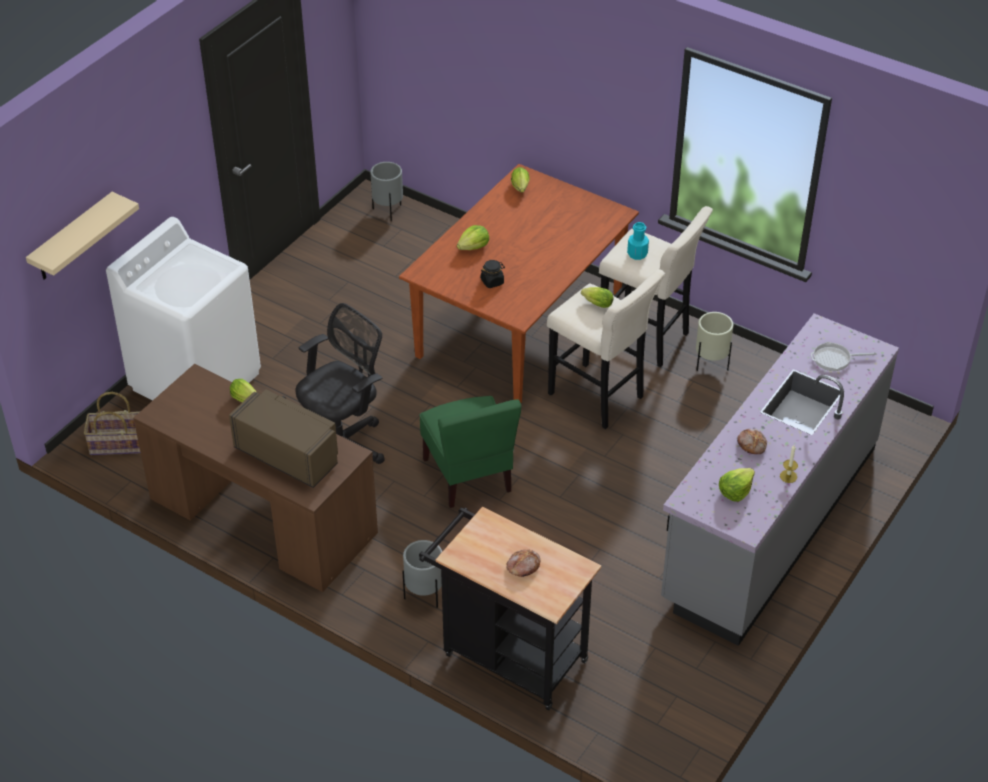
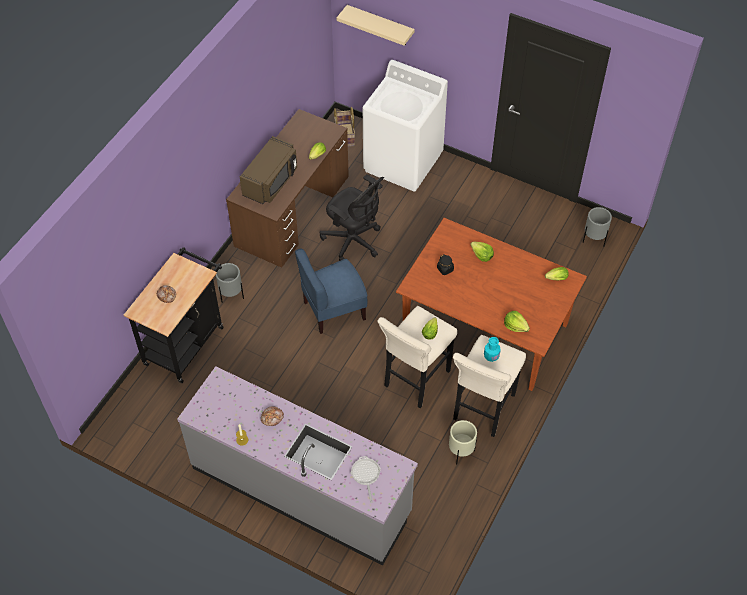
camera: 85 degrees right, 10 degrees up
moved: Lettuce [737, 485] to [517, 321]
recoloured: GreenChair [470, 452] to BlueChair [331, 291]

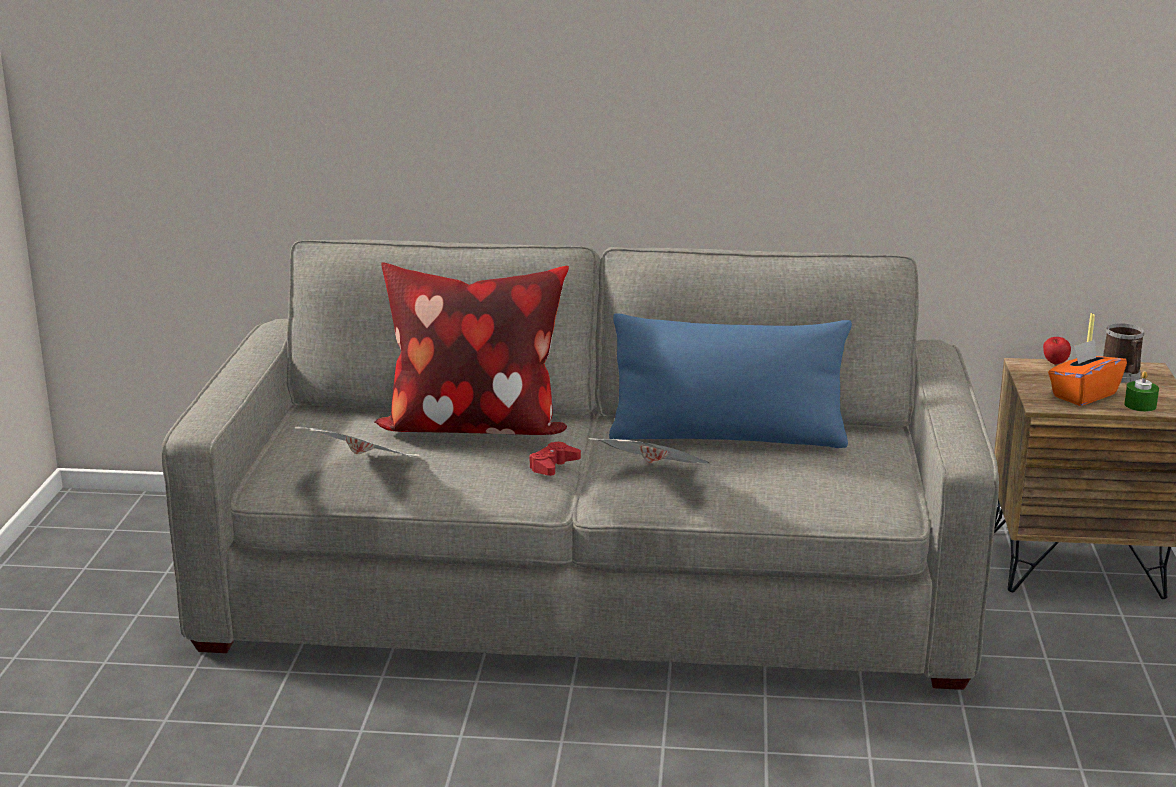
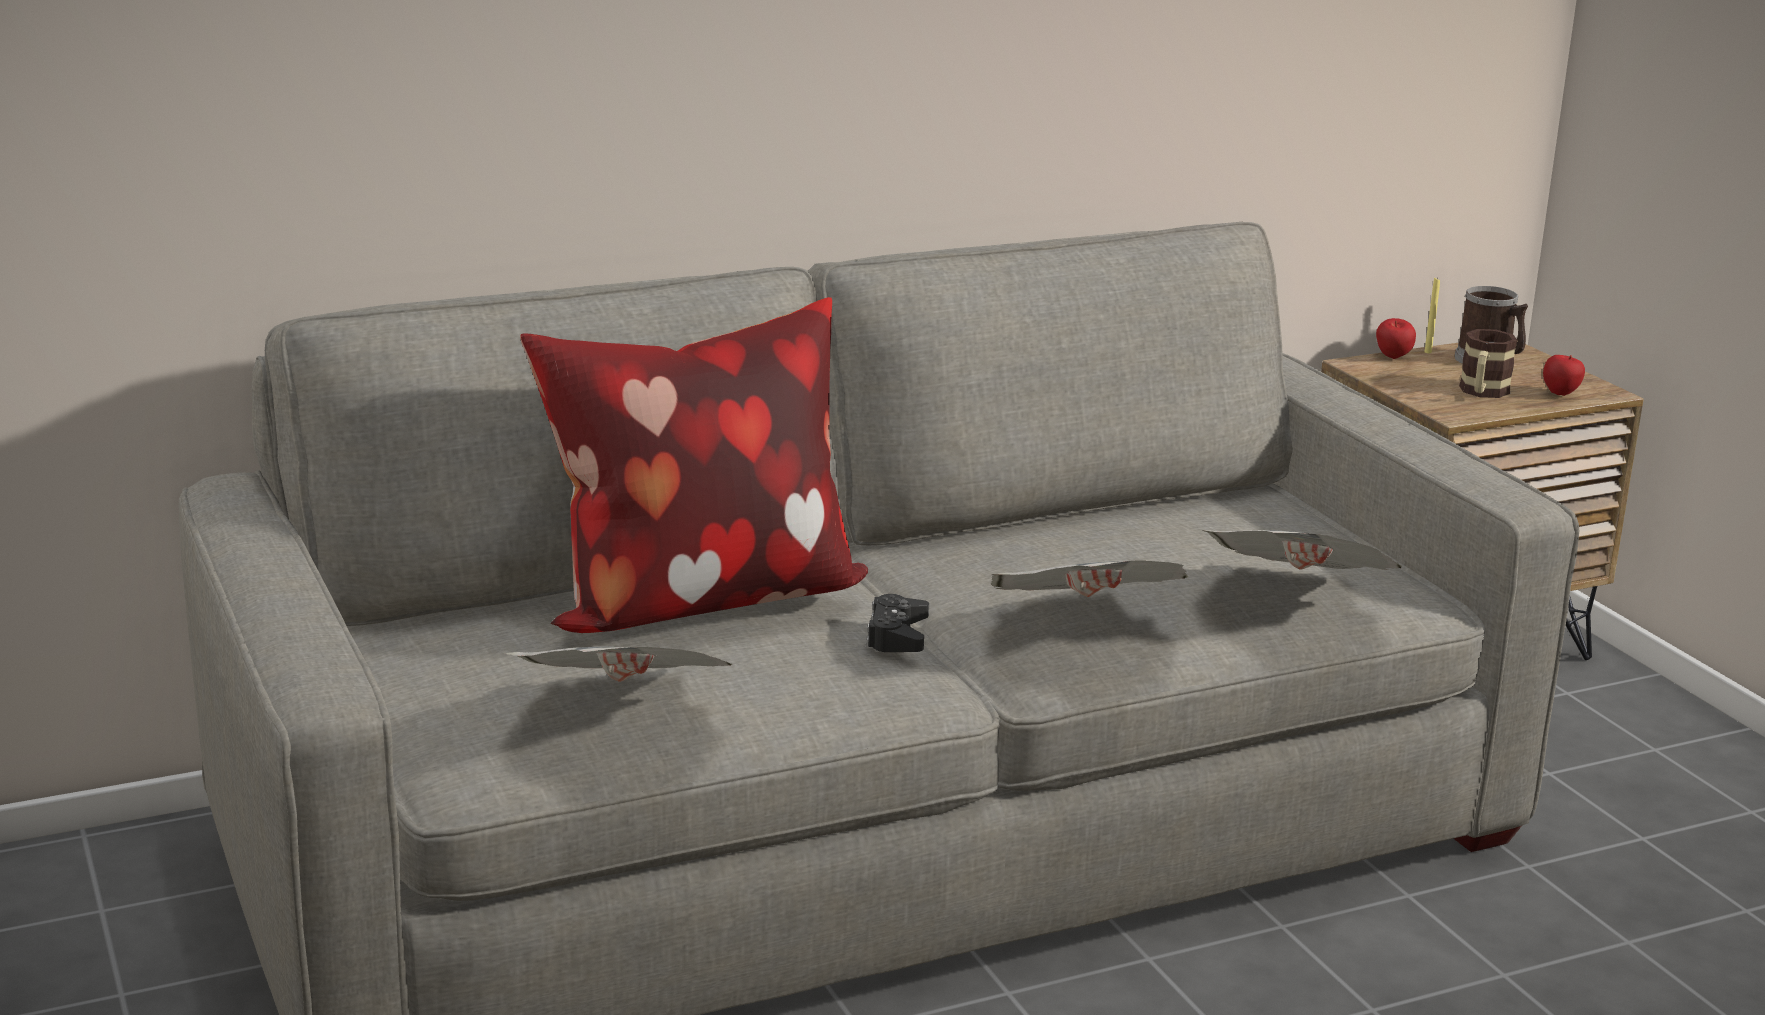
camera: 30 degrees left, 0 degrees up
removed: BluePillow [730, 380]
added: Newspaper [1302, 550]
replaced: OrangeTissueBox [1087, 372] to Mug [1488, 363]; GreenCandle [1141, 391] to Apple [1564, 375]
recoloured: RedGameController [555, 459] to BlackGameController [897, 623]

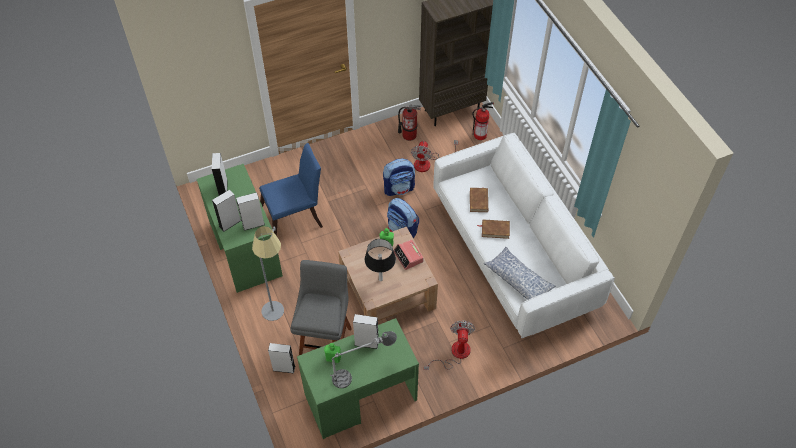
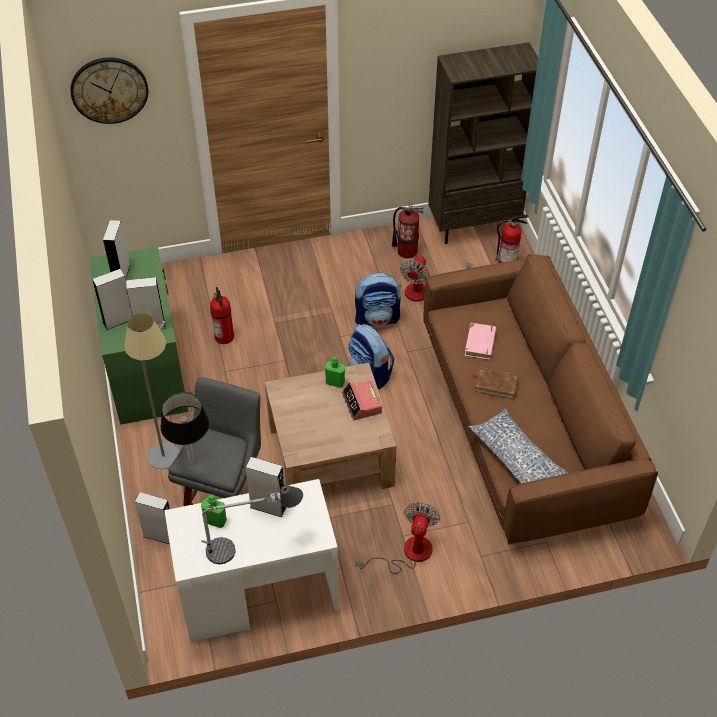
camera: 10 degrees right, 5 degrees down
added: WallClock [109, 90]
moved: BlackTableLamp [380, 260] to [185, 427]
replaced: BlueChair [291, 189] to FireExtinguisher [222, 315]
recoloured: GreenDesk [358, 378] to WhiteDesk [251, 561]; WhiteSofa [524, 235] to BrownSofa [540, 399]; BrownBook [479, 199] to PinkBook [480, 341]

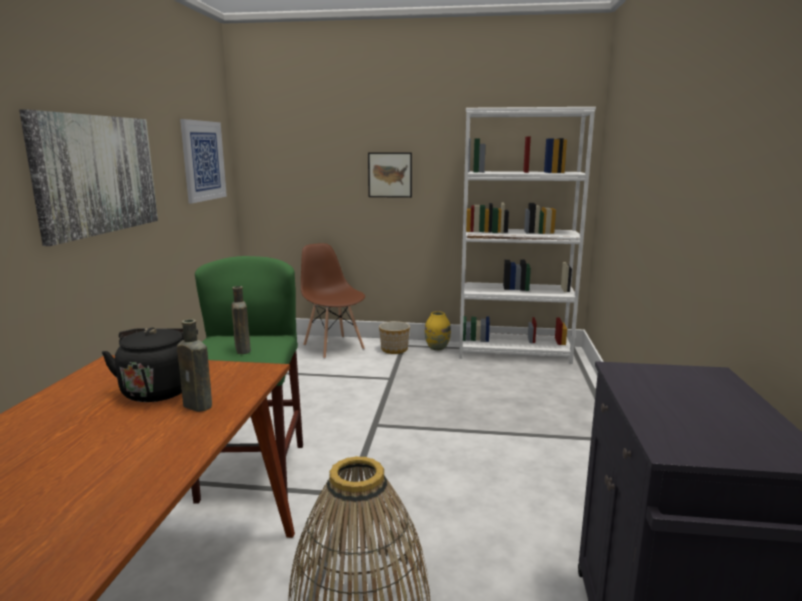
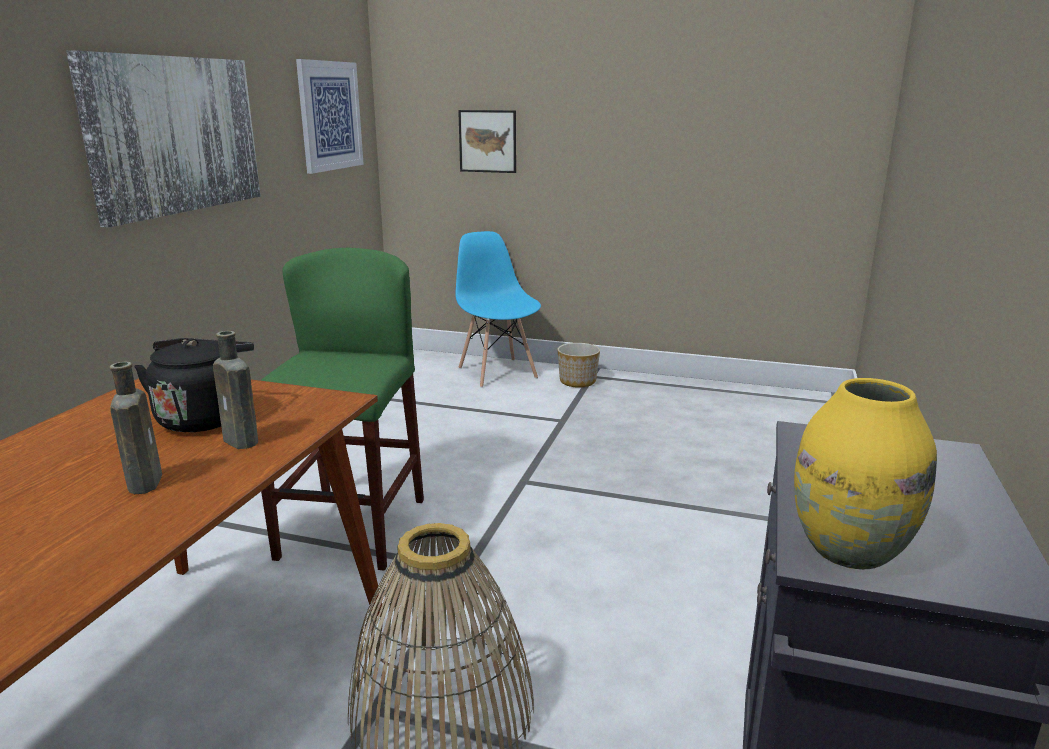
camera: 10 degrees right, 5 degrees up
removed: WhiteBookcase [527, 235]
moved: BrownBottle [241, 320] to [138, 428]; Picture [390, 175] to [487, 141]; YellowVase [438, 331] to [865, 474]
recoloured: BrownChair [333, 301] to BlueChair [498, 309]

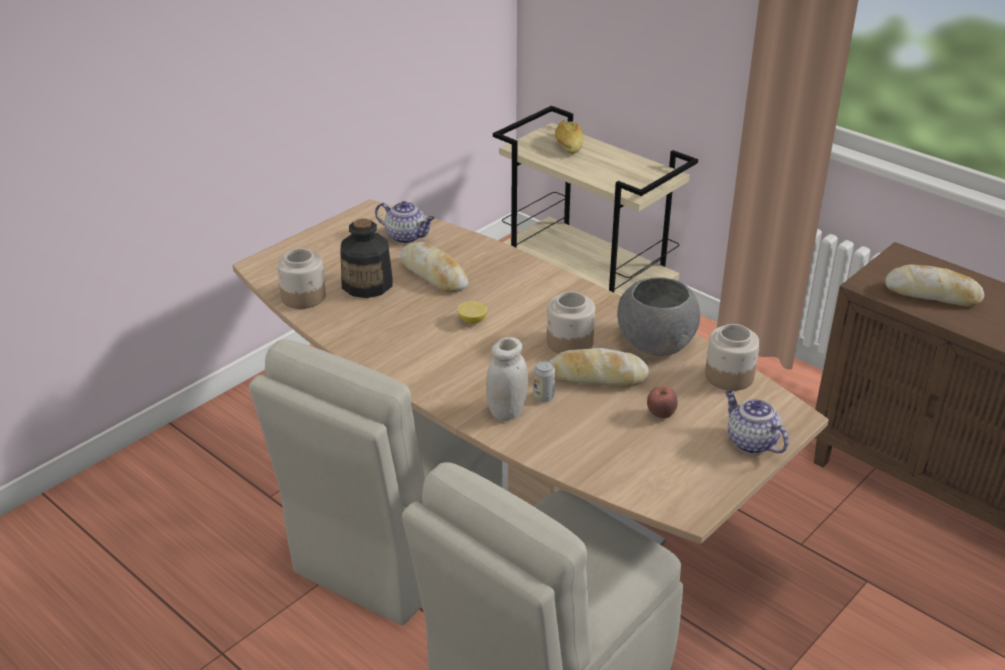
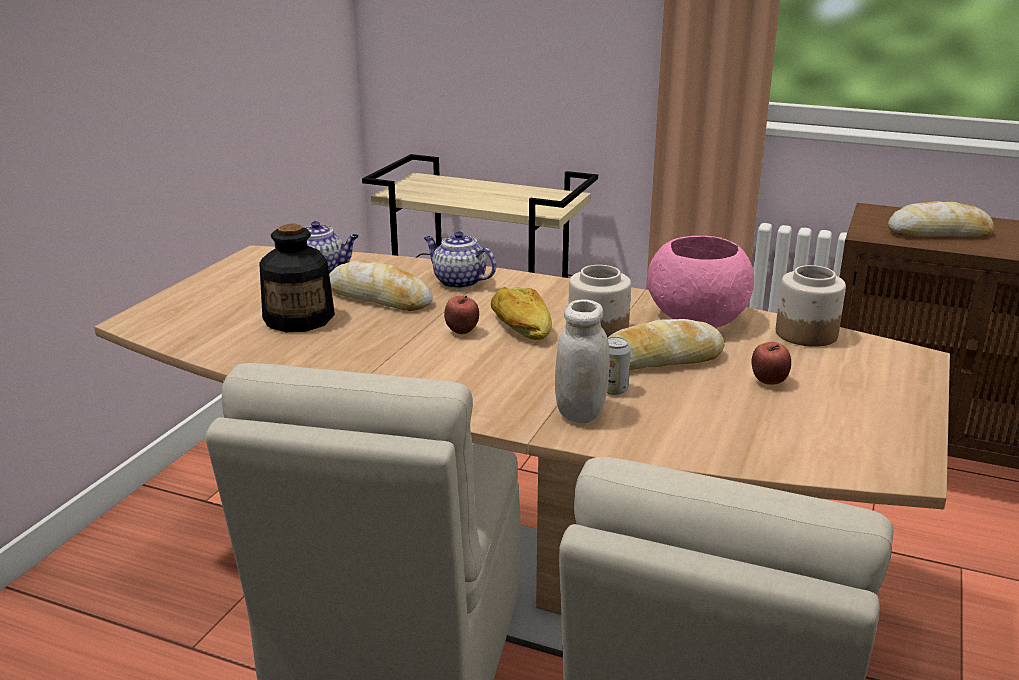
camera: 20 degrees left, 10 degrees down
removed: Jar [301, 278]
moved: Bread [569, 137] to [521, 313]; Teapot [757, 422] to [460, 260]
replaced: Lemon [472, 312] to Apple [461, 314]
recoloured: GreyBowl [659, 316] to PinkBowl [700, 282]

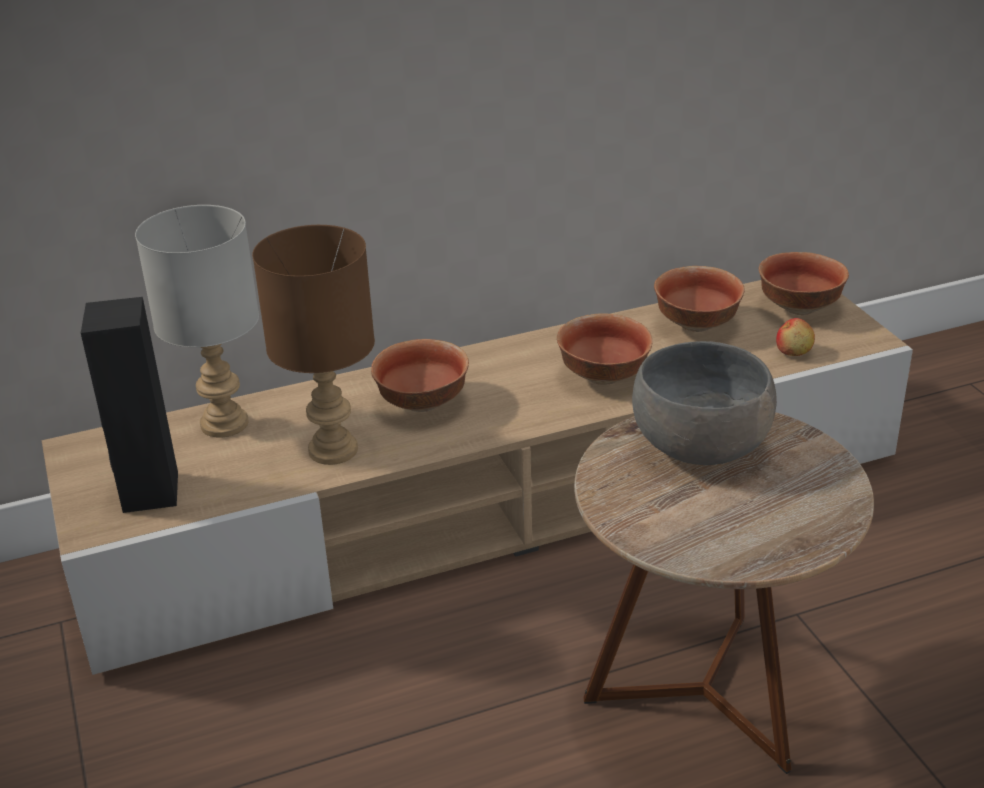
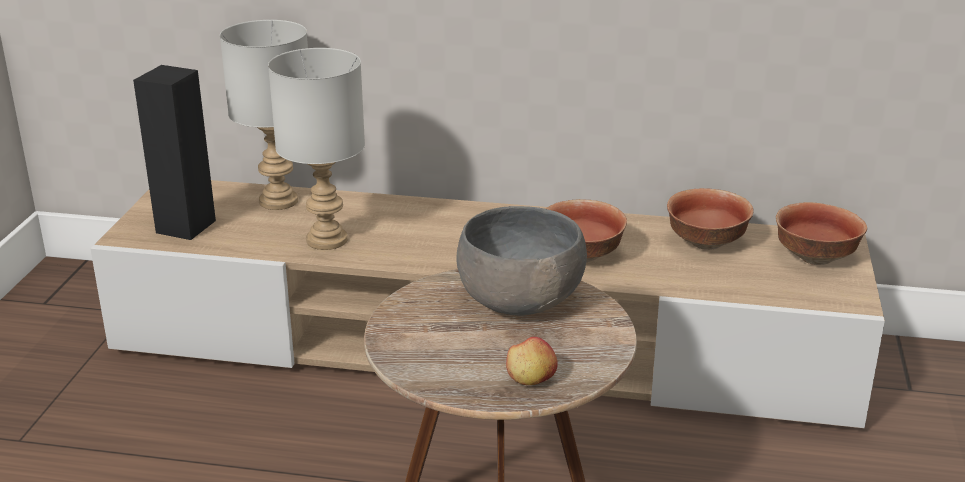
camera: 30 degrees right, 5 degrees down
removed: Bowl [420, 375]
moved: Apple [795, 337] to [532, 361]
recoloured: BrownTableLamp [313, 345] to GreyTableLamp [316, 149]

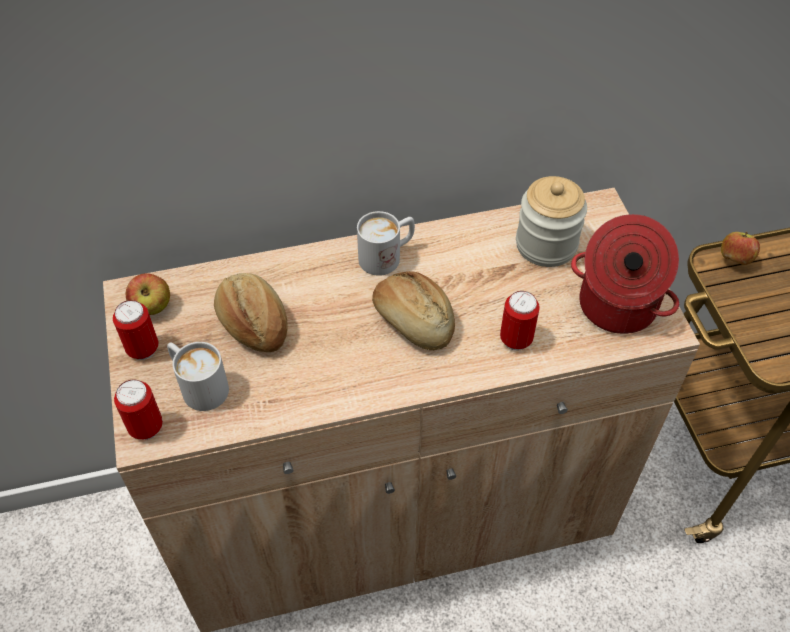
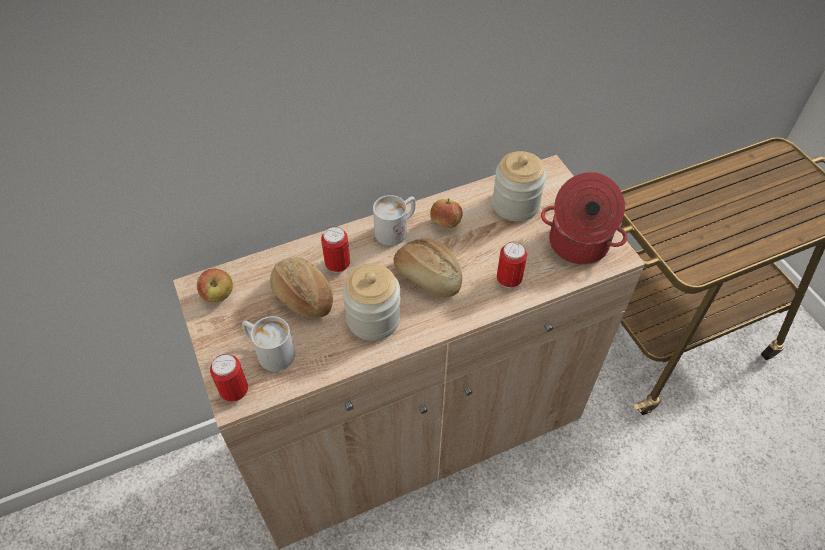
camera: 10 degrees left, 0 degrees up
added: Jar [372, 302]
moved: Can [136, 330] to [335, 249]; Apple [740, 248] to [446, 213]

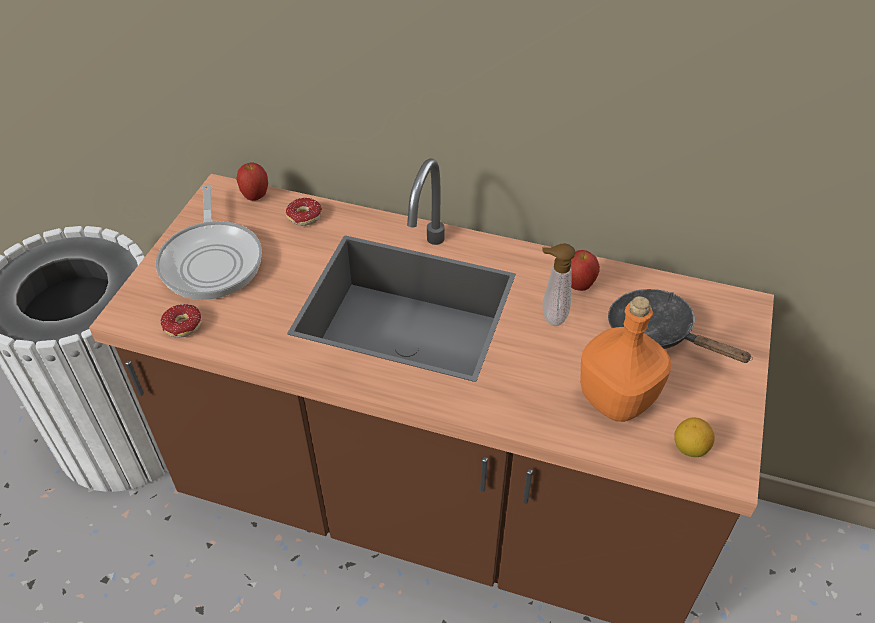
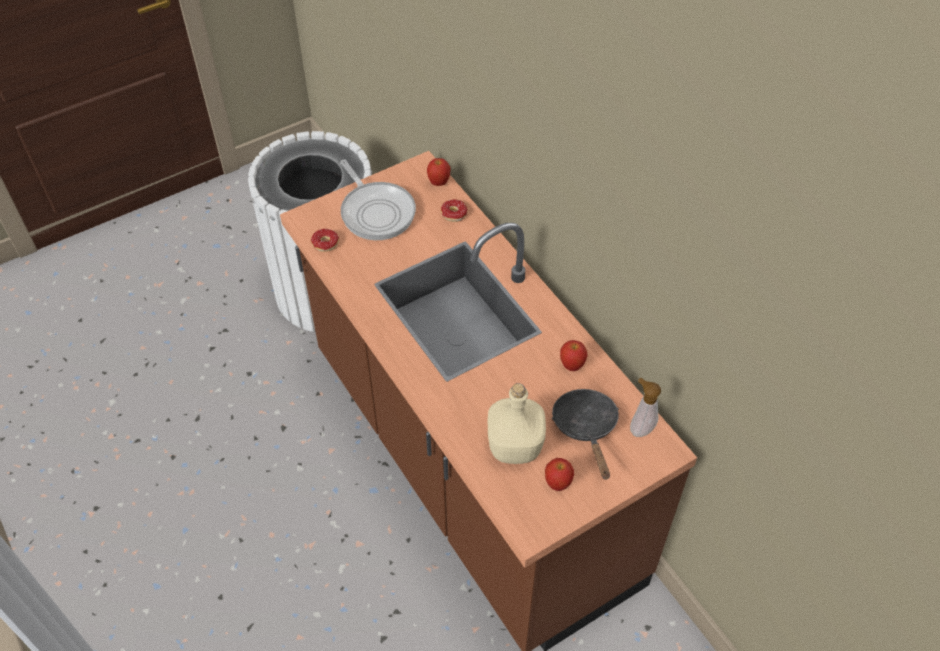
camera: 40 degrees right, 5 degrees up
removed: Lemon [694, 437]
added: Apple [559, 474]
moved: SoapDispenser [559, 284] to [645, 407]
recoloured: OrangeBottle [625, 359] to BeigeBottle [517, 423]
turned: FryingPan [209, 242] = [378, 200] 60 degrees counterclockwise

